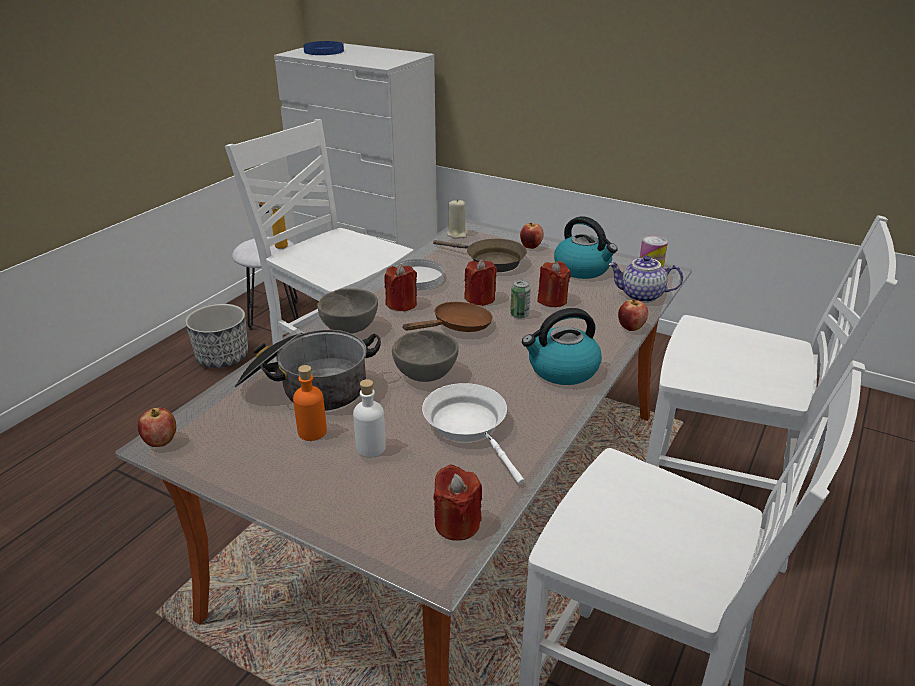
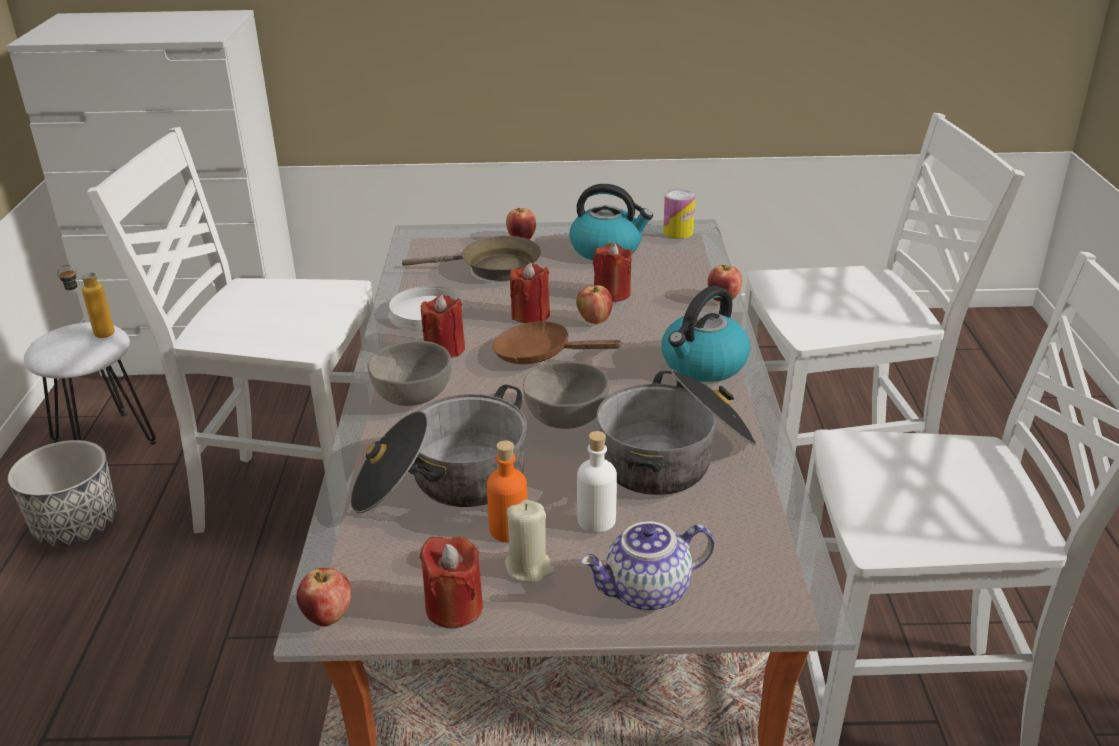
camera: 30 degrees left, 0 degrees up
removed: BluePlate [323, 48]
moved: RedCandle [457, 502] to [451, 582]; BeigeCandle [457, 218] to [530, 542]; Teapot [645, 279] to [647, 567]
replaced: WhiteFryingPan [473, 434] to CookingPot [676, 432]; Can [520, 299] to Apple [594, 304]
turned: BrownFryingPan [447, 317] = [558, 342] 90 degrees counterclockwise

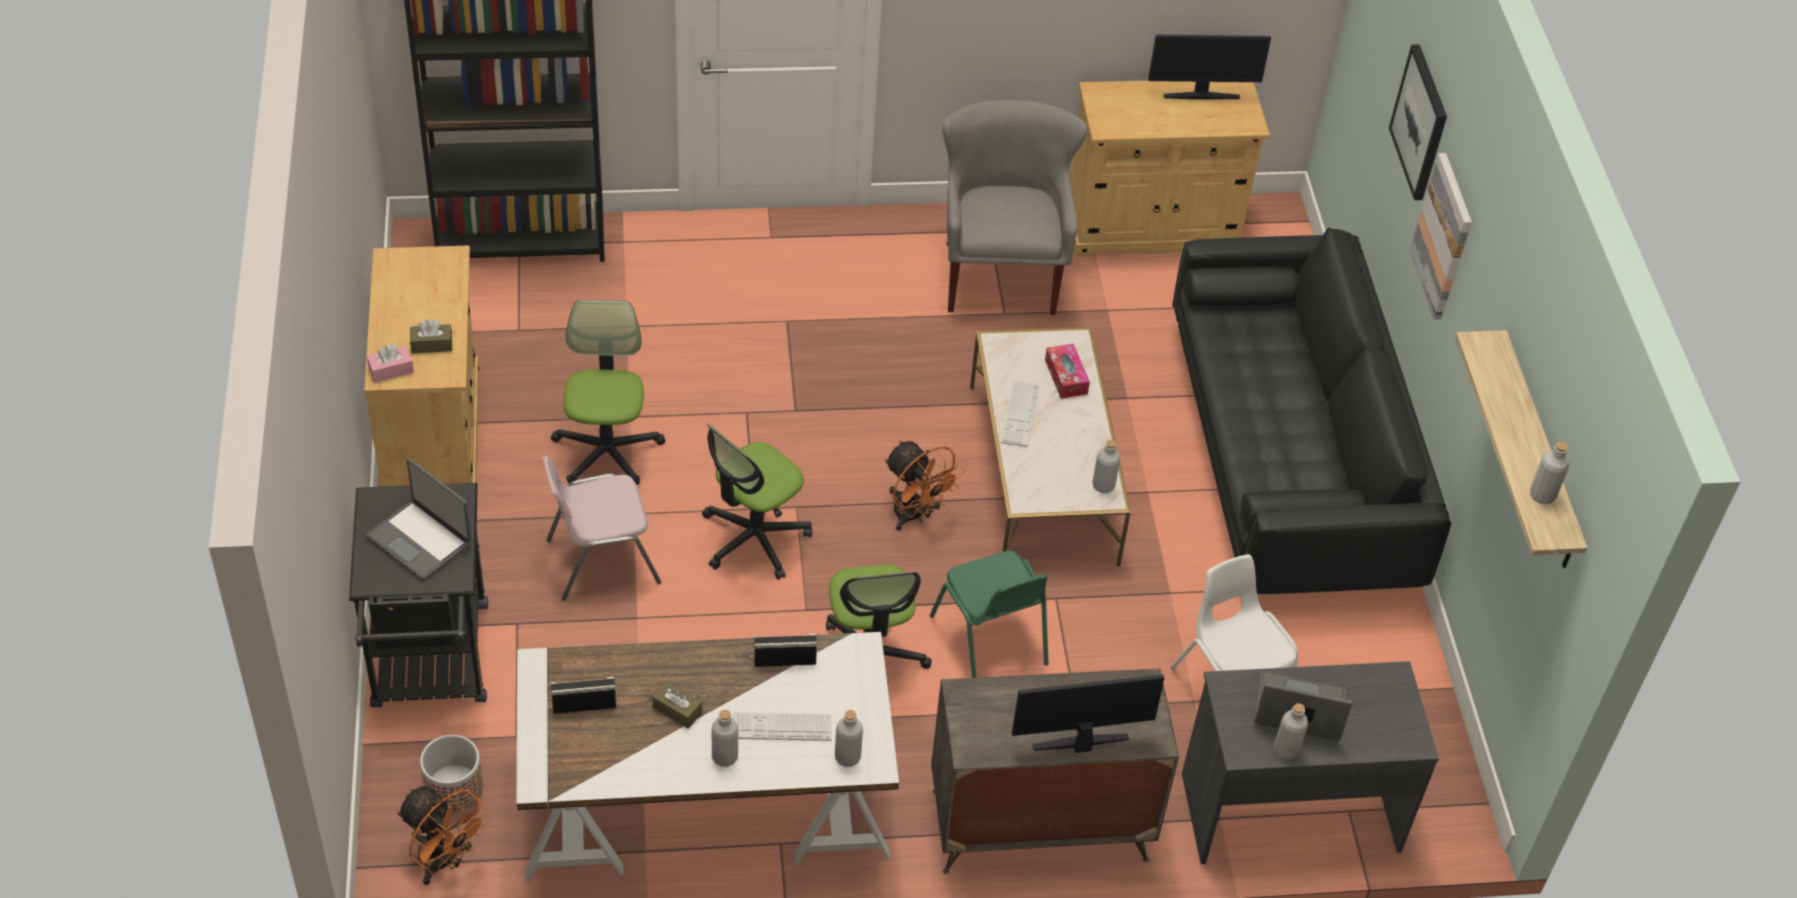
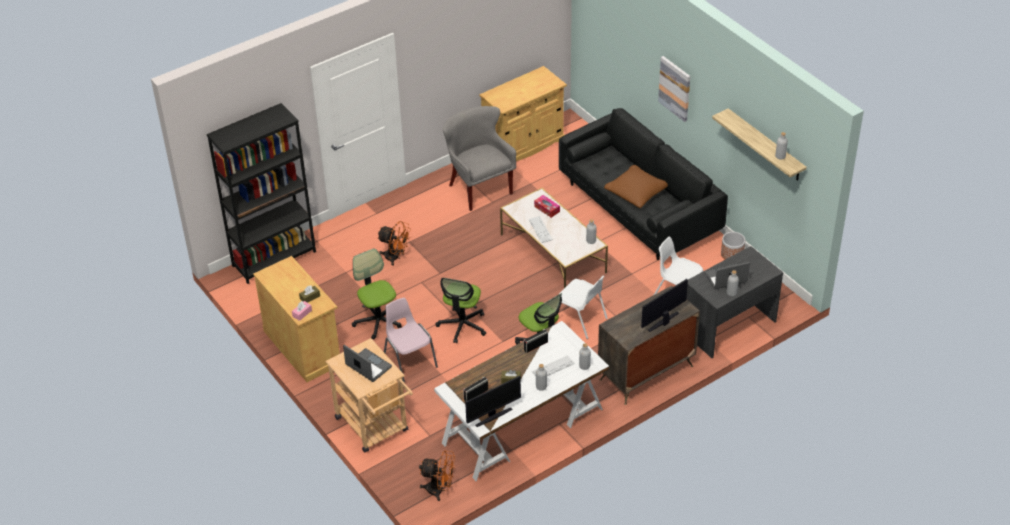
camera: 25 degrees left, 5 degrees down
removed: Picture [1418, 122]
added: BrownPillow [636, 186]
moved: Planter [451, 773] to [733, 245]; OrangeFan [925, 485] to [394, 243]; Monitor [1209, 67] to [493, 401]
recoloured: BlackCart [418, 595] to BeigeCart [369, 395]; GreenChair [989, 614] to WhiteChair [583, 307]
turned: Laptop [419, 519] = [367, 363] 150 degrees counterclockwise; PinkChair [602, 528] = [411, 340] 105 degrees clockwise

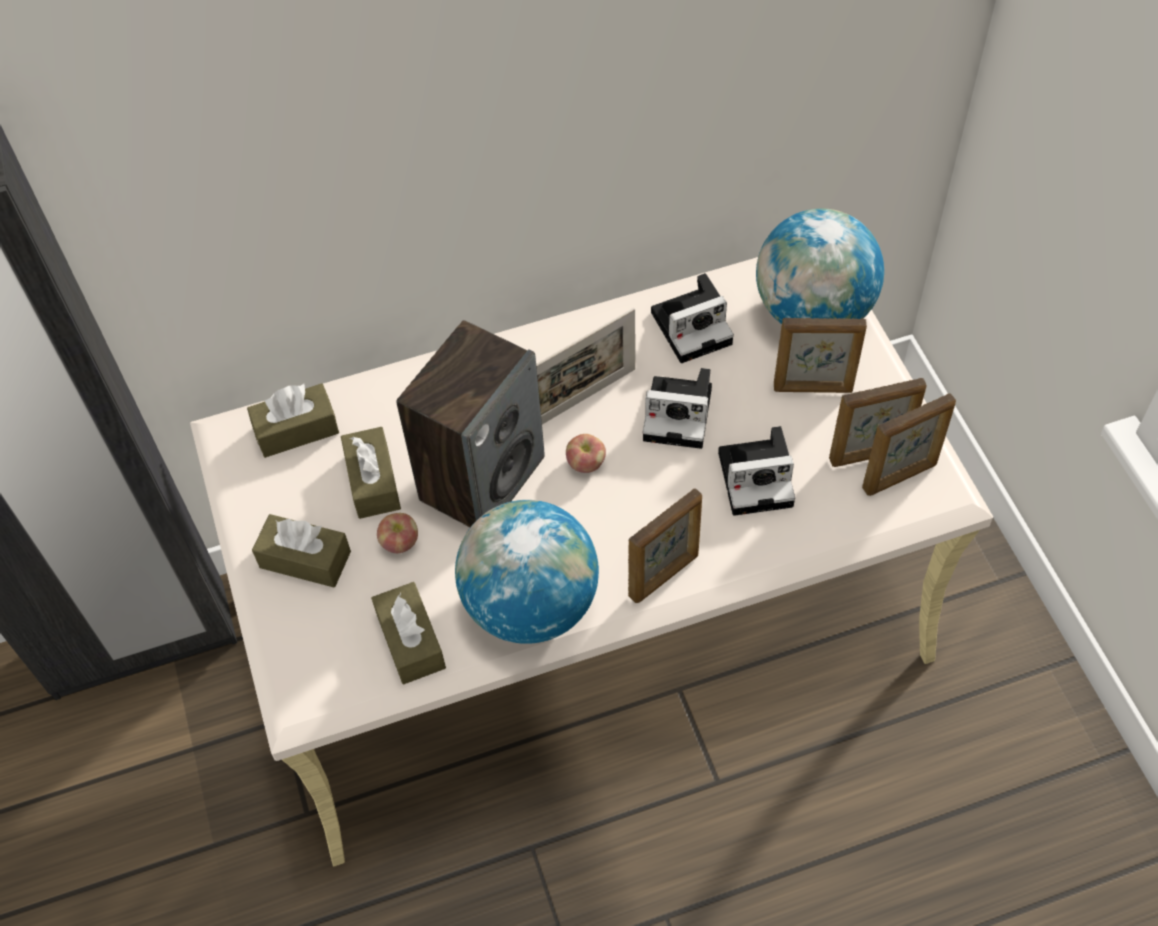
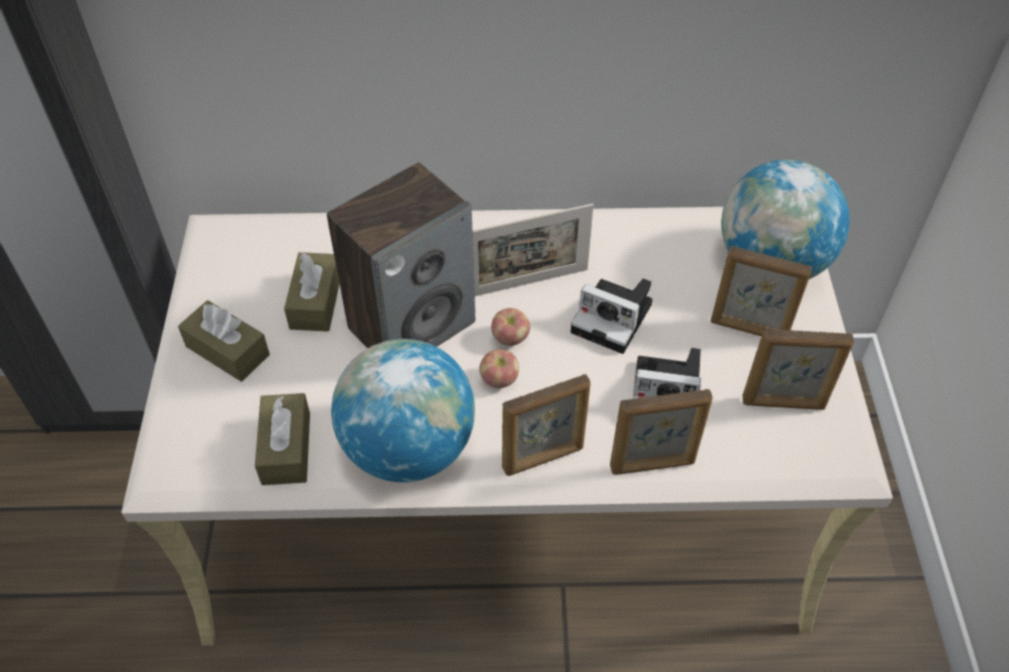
camera: 15 degrees right, 5 degrees down
removed: BrownTissueBox [293, 420]; PhotoCamera [692, 318]
moved: Apple [397, 533] to [499, 368]; PictureFrame [909, 444] to [661, 432]

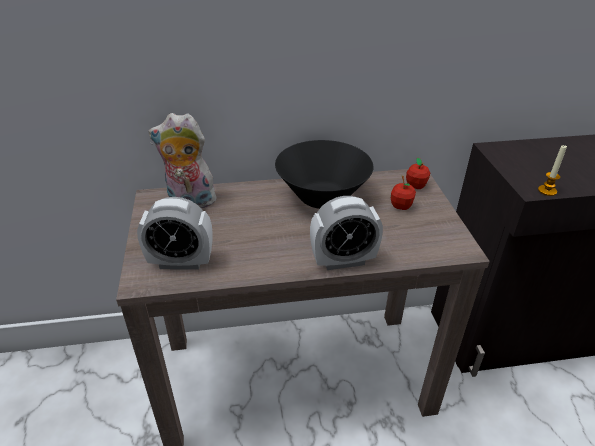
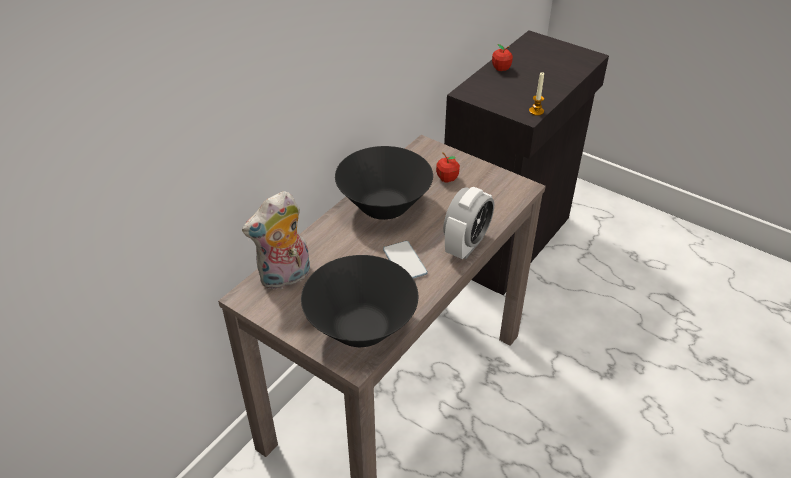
camera: 45 degrees left, 5 degrees up
added: Phone [405, 260]
moved: Apple [418, 173] to [502, 57]
replaced: AlarmClock [175, 233] to BlackBowl [359, 301]

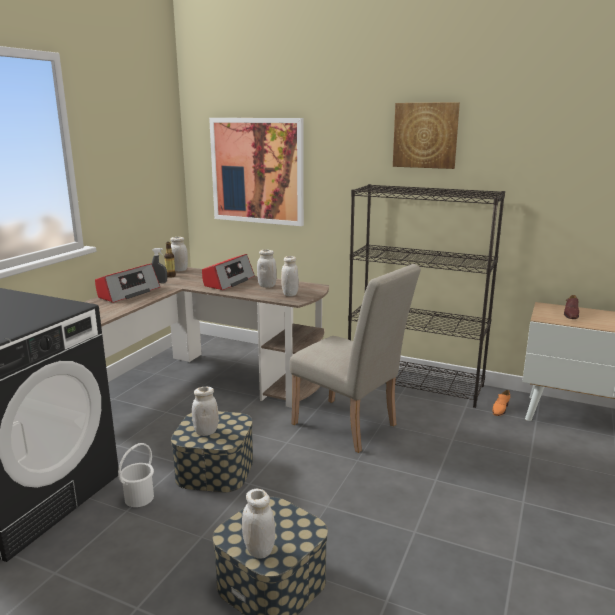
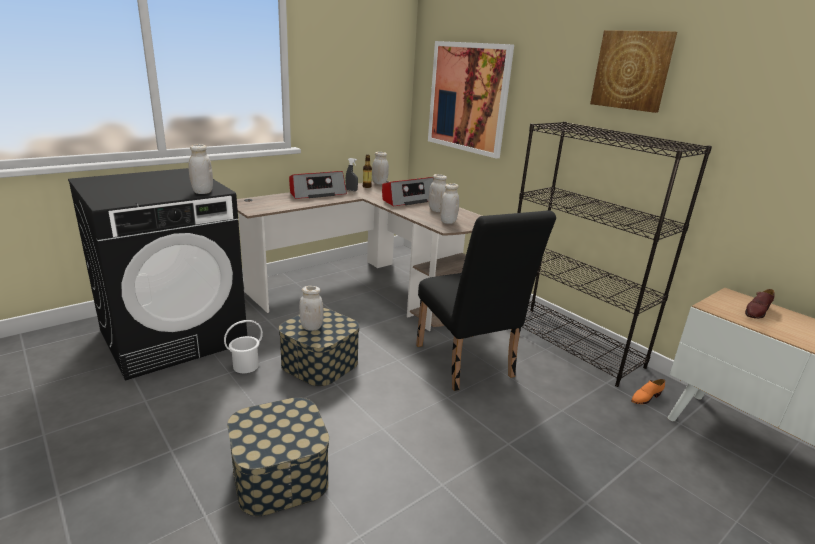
camera: 25 degrees right, 5 degrees up
moved: WhiteJar [258, 524] to [201, 169]
recoloured: BeigeChair [355, 358] to BlackChair [486, 300]

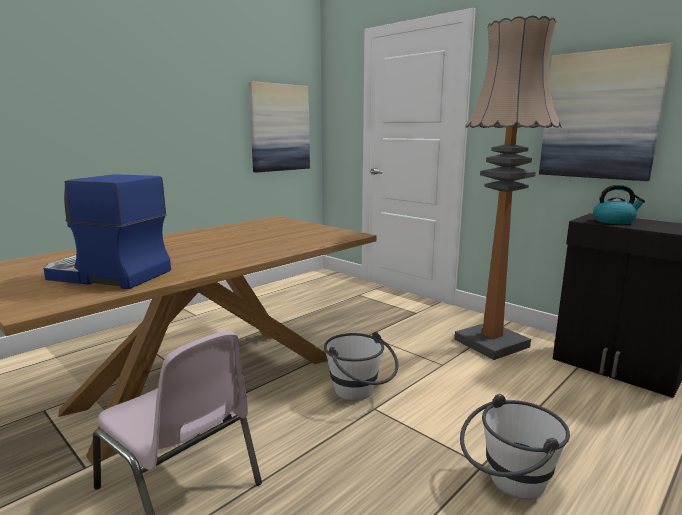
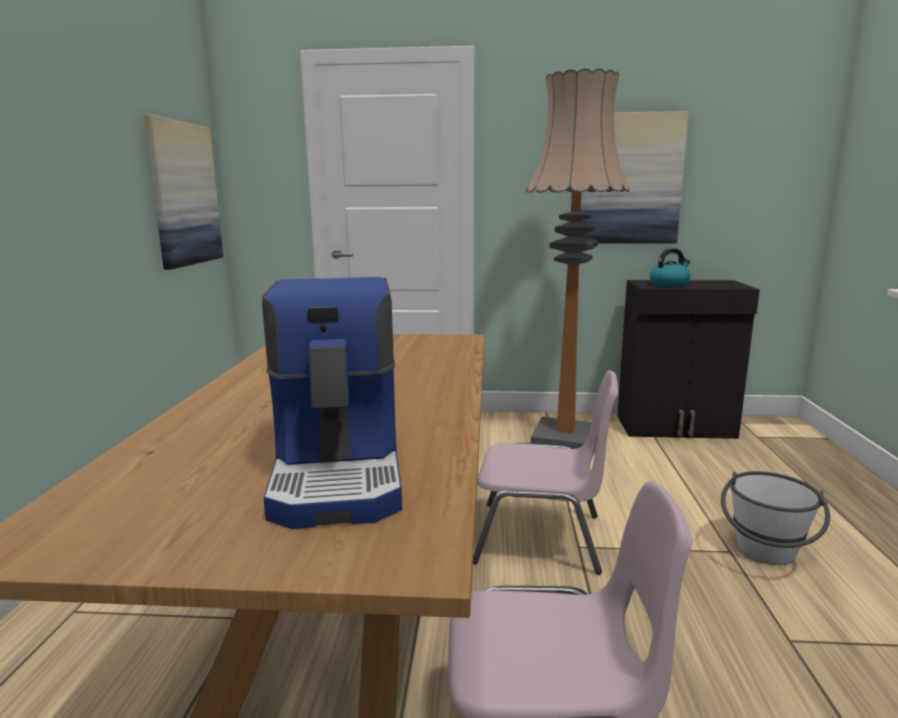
camera: 40 degrees left, 0 degrees up
replaced: WhiteBucket [361, 366] to PinkChair [545, 472]
turned: CoffeeMachine [107, 231] = [332, 403] 75 degrees counterclockwise

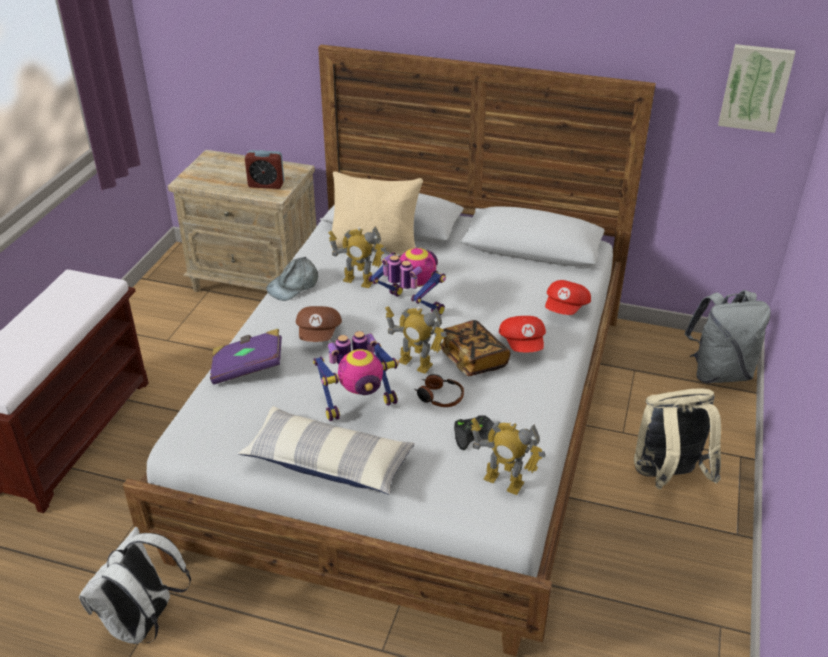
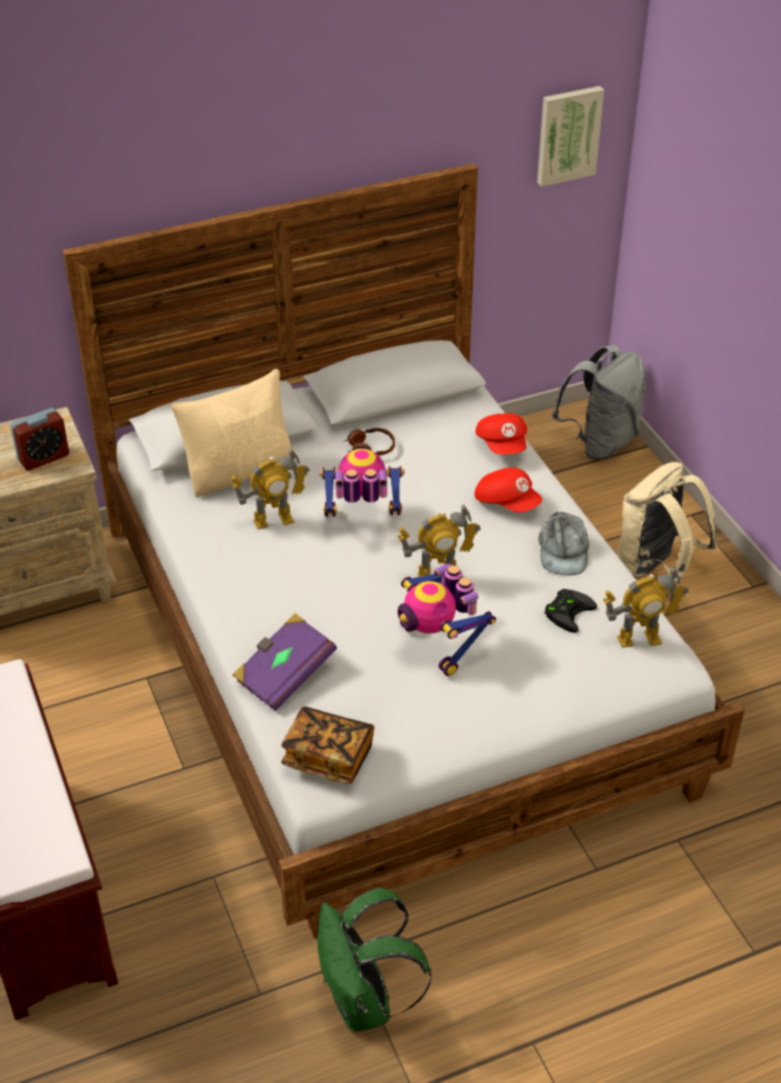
camera: 40 degrees left, 5 degrees up
removed: Pillow [326, 450]; BrownCap [319, 324]
moved: GreyCap [292, 279] to [563, 543]; Headphones [439, 390] to [369, 441]; Book [475, 348] to [327, 745]
recoloured: WhiteBackpack [135, 585] to GreenBackpack [374, 959]
turned: ToyRobot [356, 376] = [447, 619] 120 degrees clockwise

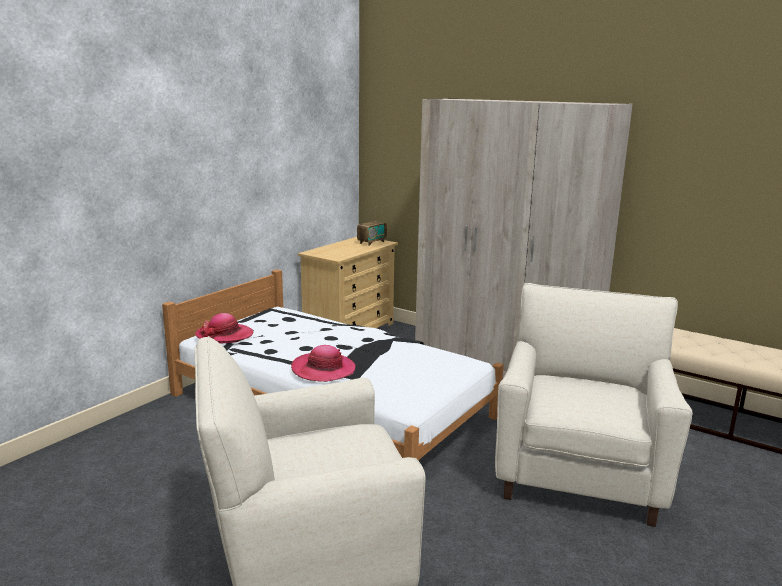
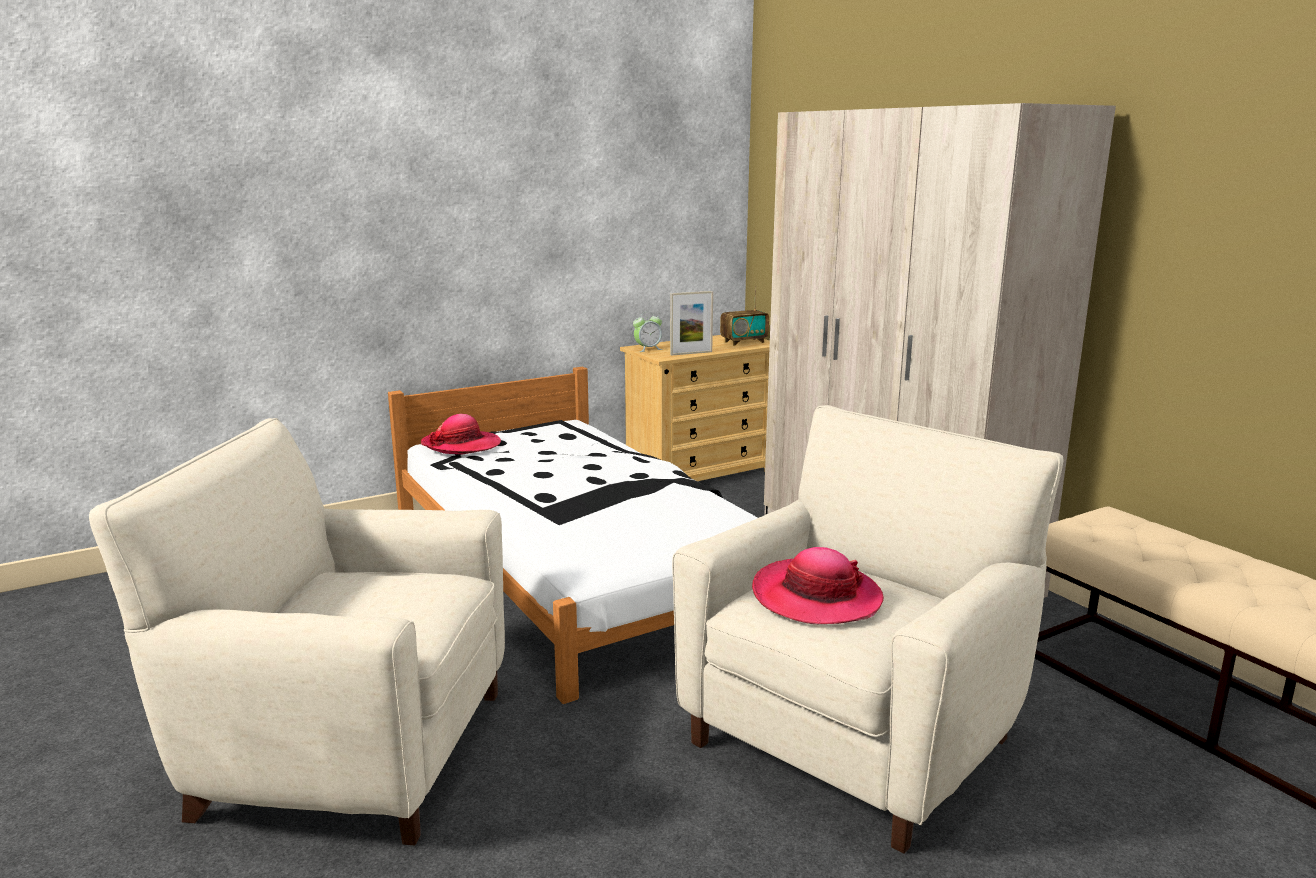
camera: 25 degrees right, 0 degrees up
added: AlarmClock [647, 332]; PictureFrame [691, 323]
moved: Hat [323, 363] to [818, 585]

